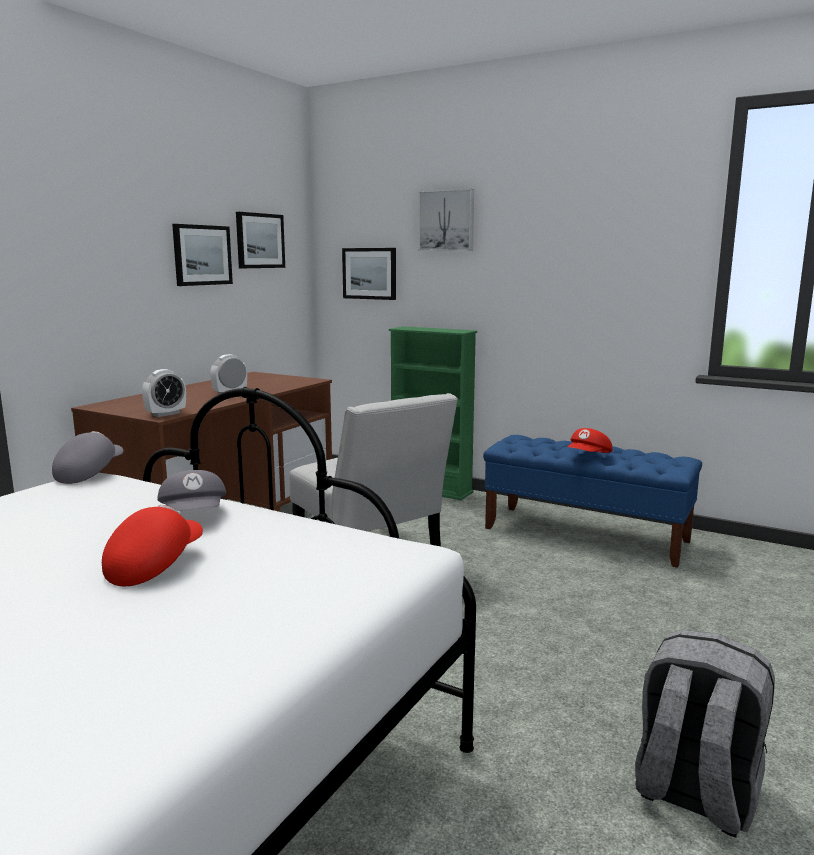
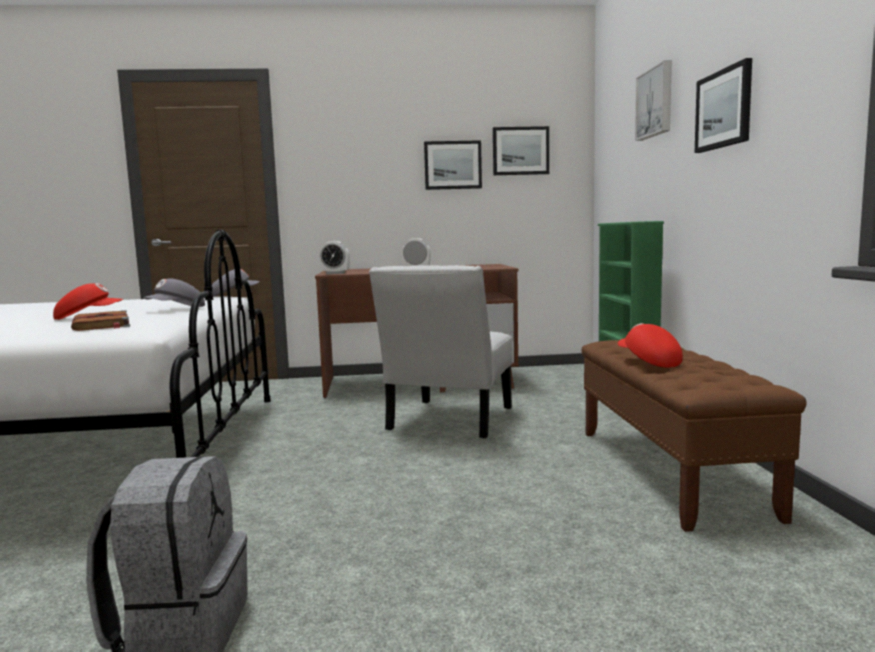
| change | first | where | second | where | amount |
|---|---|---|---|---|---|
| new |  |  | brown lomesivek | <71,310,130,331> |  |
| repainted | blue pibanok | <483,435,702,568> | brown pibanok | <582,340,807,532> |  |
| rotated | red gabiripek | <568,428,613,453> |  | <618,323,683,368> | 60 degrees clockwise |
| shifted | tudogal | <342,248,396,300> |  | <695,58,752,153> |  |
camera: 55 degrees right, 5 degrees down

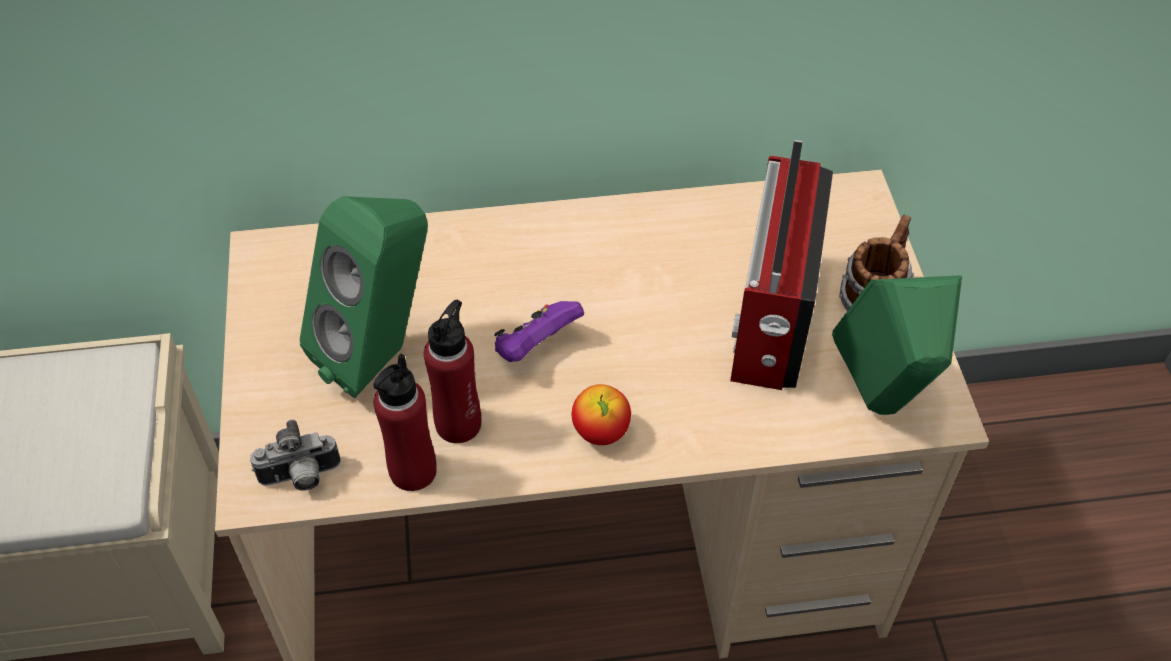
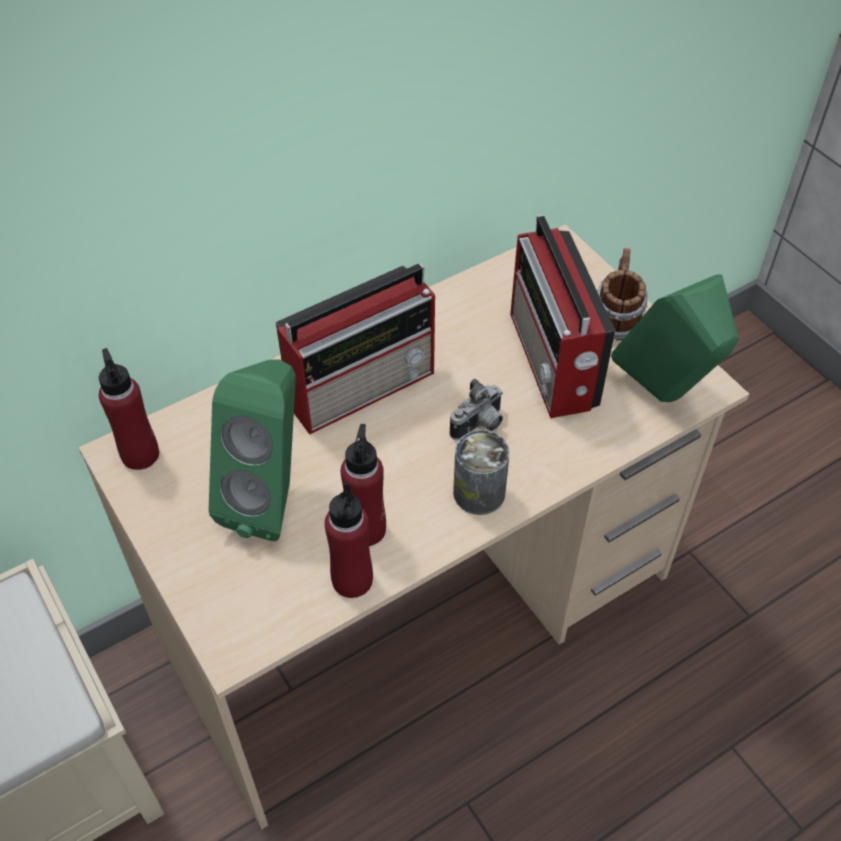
| change | first | where | second | where | amount |
|---|---|---|---|---|---|
| new |  |  | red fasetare | <99,348,159,470> |  |
| new |  |  | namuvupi | <276,263,435,435> |  |
| shifted | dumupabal | <250,420,341,491> |  | <450,379,503,440> |  |
| swapped | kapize | <572,384,631,445> | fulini | <453,430,510,515> |  |
| gone | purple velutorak | <494,301,584,362> |  |  |  |
camera: 25 degrees left, 0 degrees up

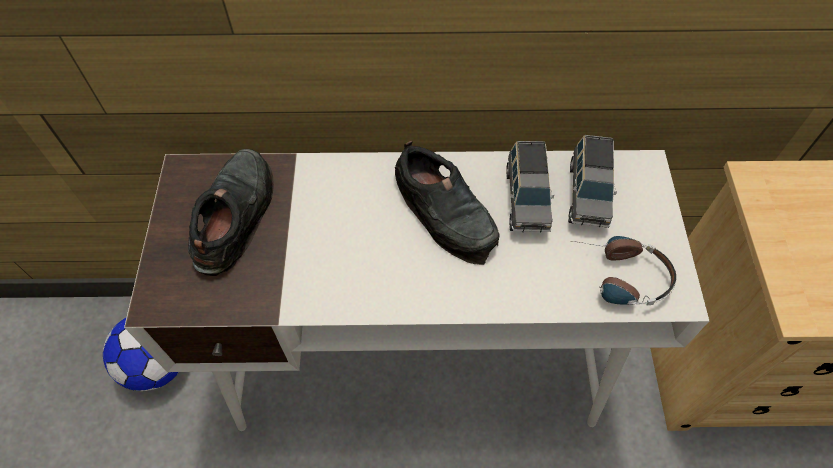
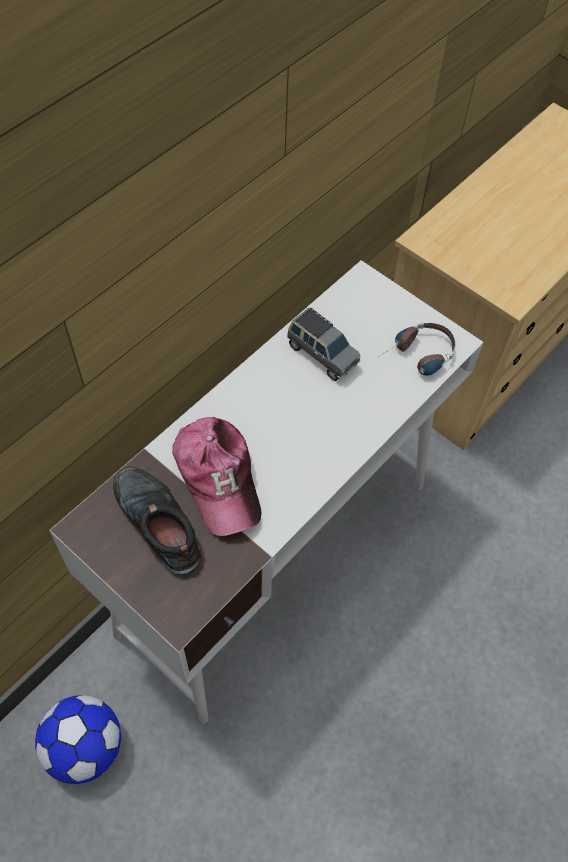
| change | first | where | second | where | amount |
|---|---|---|---|---|---|
| new |  |  | gabiripek | <172,417,262,536> |  |
| gone | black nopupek | <395,141,499,265> |  |  |  |
| gone | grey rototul | <568,135,617,228> |  |  |  |
camera: 50 degrees left, 0 degrees up

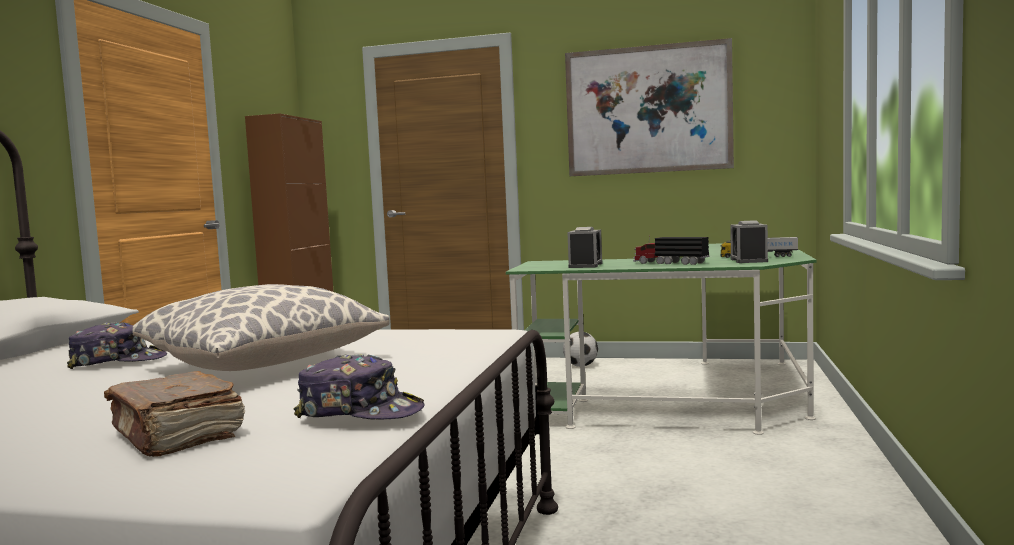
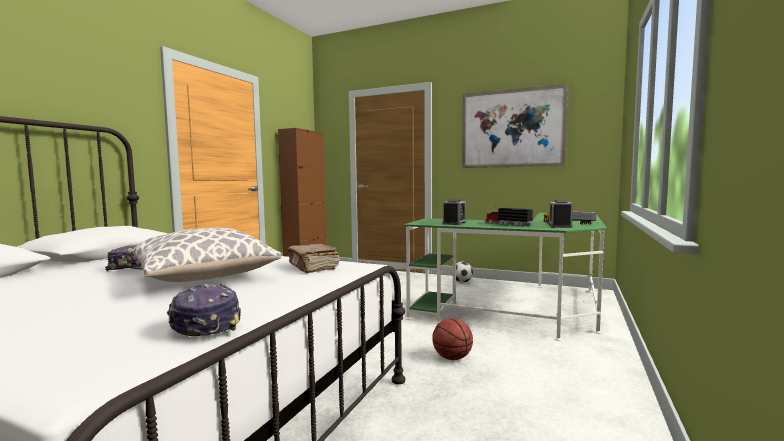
| change | first | where | second | where | amount |
|---|---|---|---|---|---|
| rotated | gabiripek | <294,354,424,420> |  | <167,284,241,336> | 150 degrees counterclockwise |
| shifted | brown lomesivek | <104,371,245,457> |  | <287,244,340,273> |  |
| new |  |  | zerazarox | <432,318,473,360> |  |
camera: 10 degrees right, 0 degrees up

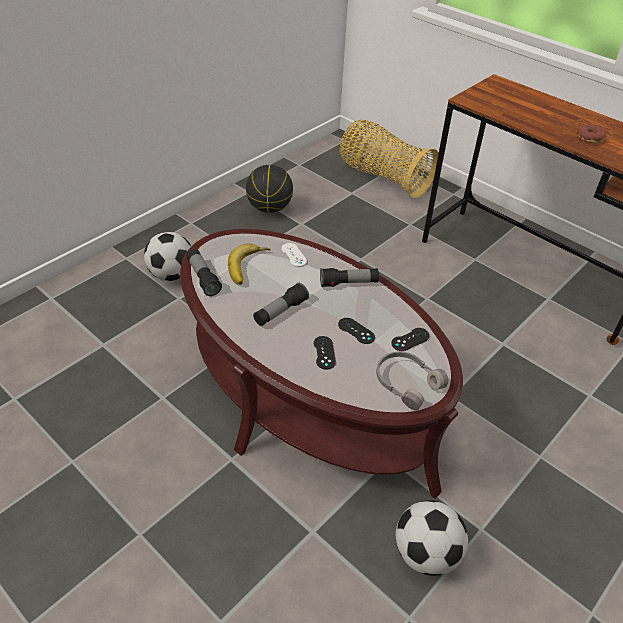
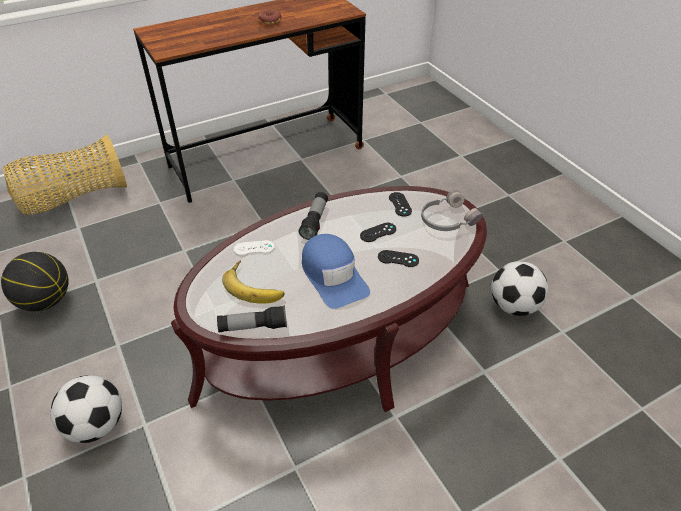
| change | first | where | second | where | amount |
|---|---|---|---|---|---|
| swapped | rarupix | <253,283,309,326> | blue gabiripek | <302,234,370,309> |  |
camera: 70 degrees left, 0 degrees up

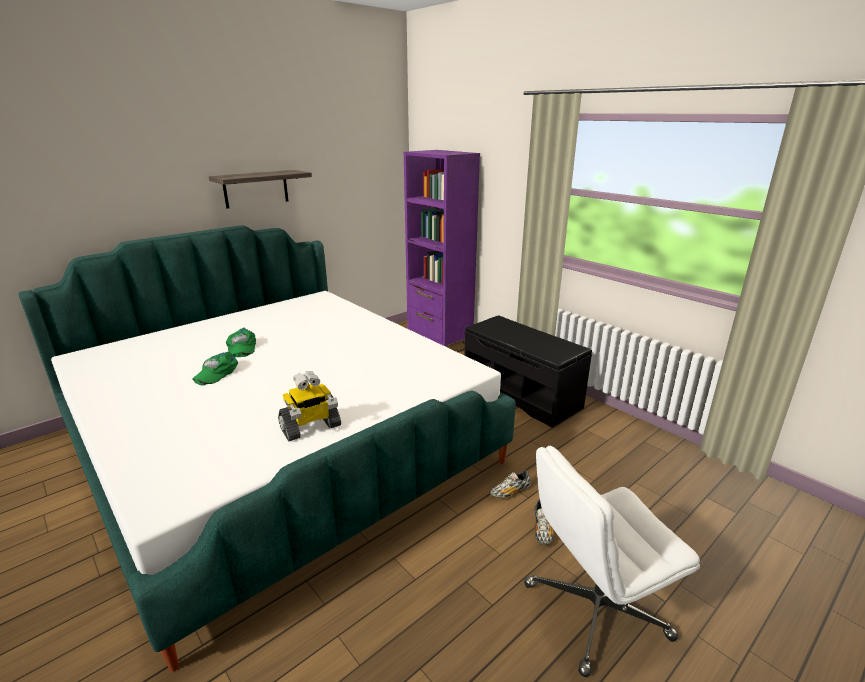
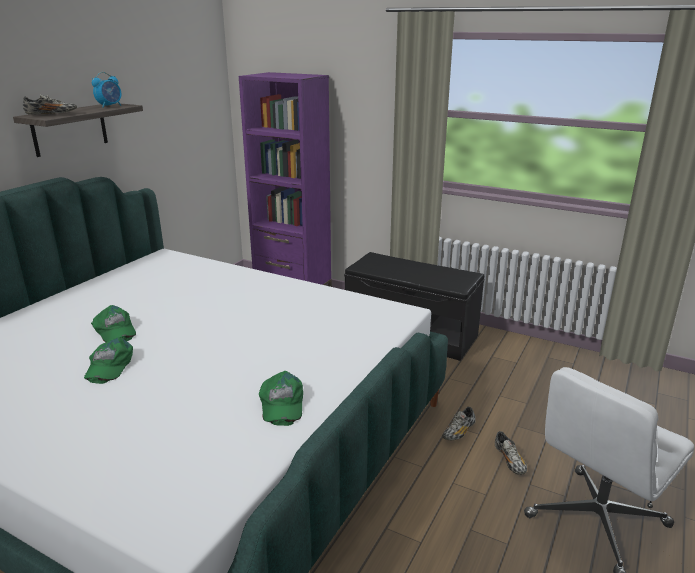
| change | first | where | second | where | amount |
|---|---|---|---|---|---|
| new |  |  | nopupek | <23,94,77,115> |  |
| new |  |  | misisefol | <92,72,121,108> |  |
| swapped | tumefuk | <278,371,341,441> | green gabiripek | <259,371,303,426> |  |
camera: 20 degrees left, 0 degrees up

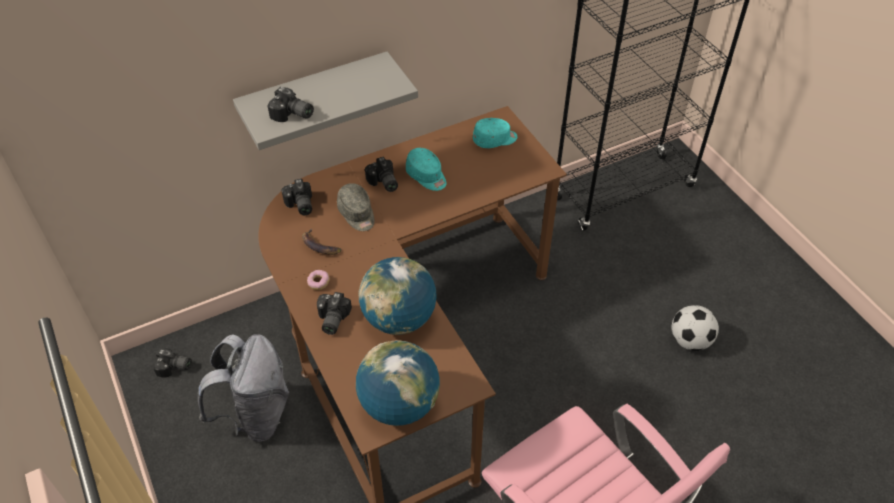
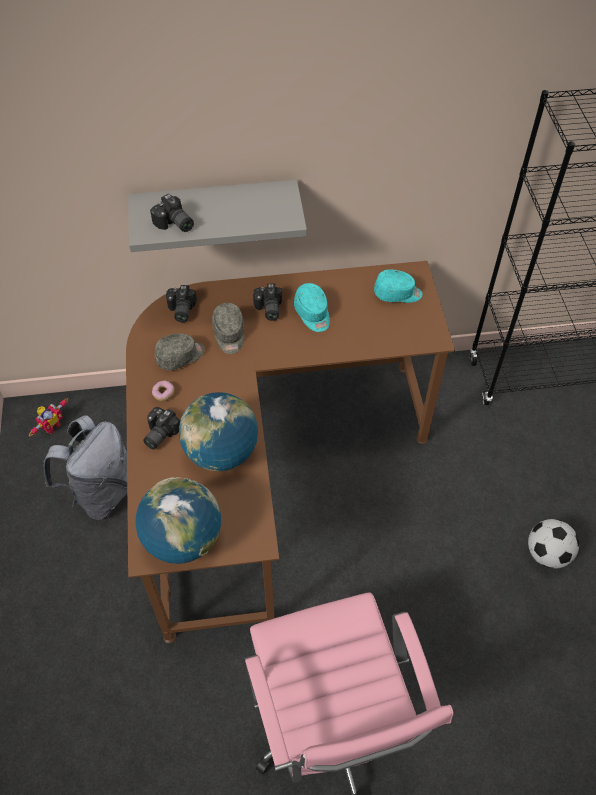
| change | first | where | second | where | amount |
|---|---|---|---|---|---|
| swapped | dumupabal | <153,347,192,378> | tumefuk | <29,398,68,436> |  |
| swapped | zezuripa | <302,228,342,255> | grey gabiripek | <155,333,205,370> |  |
camera: 20 degrees right, 5 degrees up

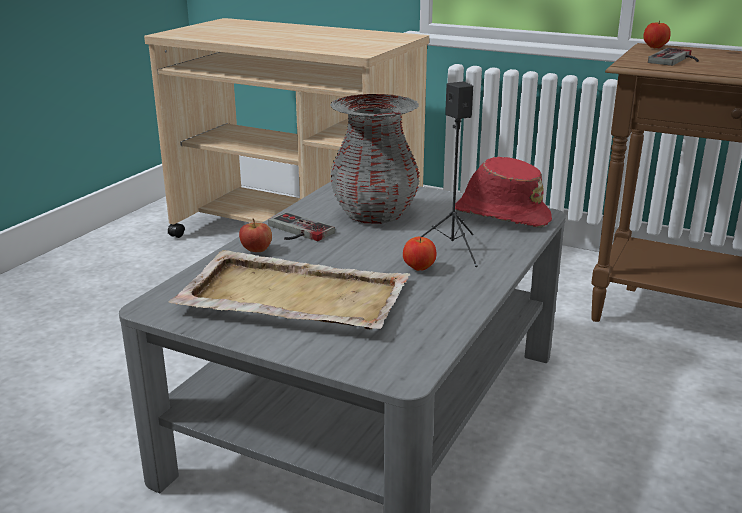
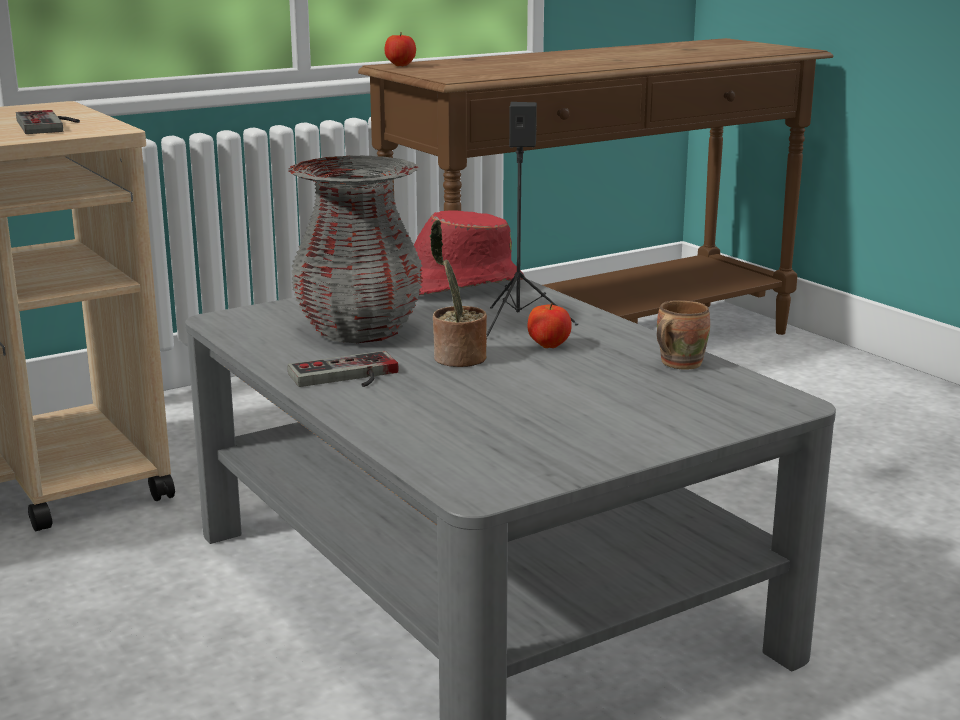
| change | first | where | second | where | amount |
|---|---|---|---|---|---|
| shifted | velutorak | <648,48,699,66> |  | <16,110,80,134> |  |
| new |  |  | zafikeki | <430,220,487,367> |  |
| new |  |  | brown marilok | <657,300,710,370> |  |
| gone | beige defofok | <168,250,410,329> |  |  |  |
| gone | kapize | <239,219,272,252> |  |  |  |
camera: 60 degrees left, 5 degrees down

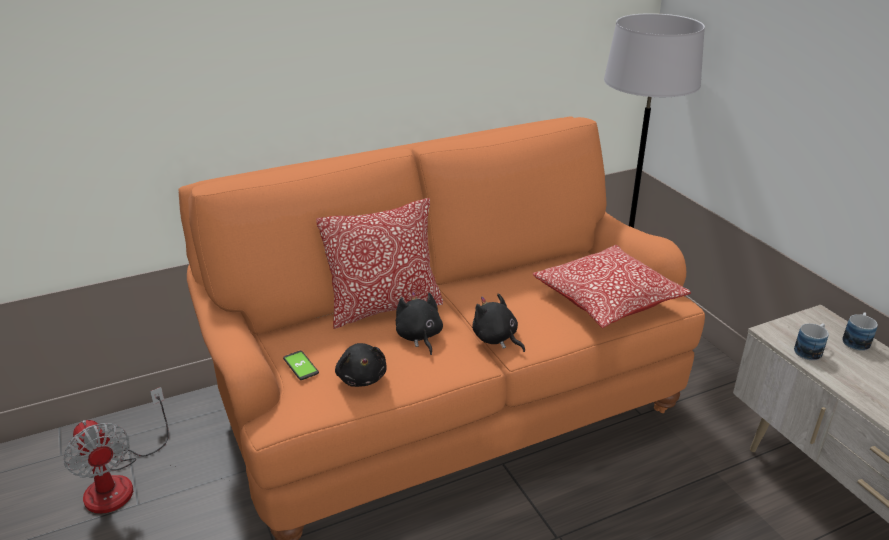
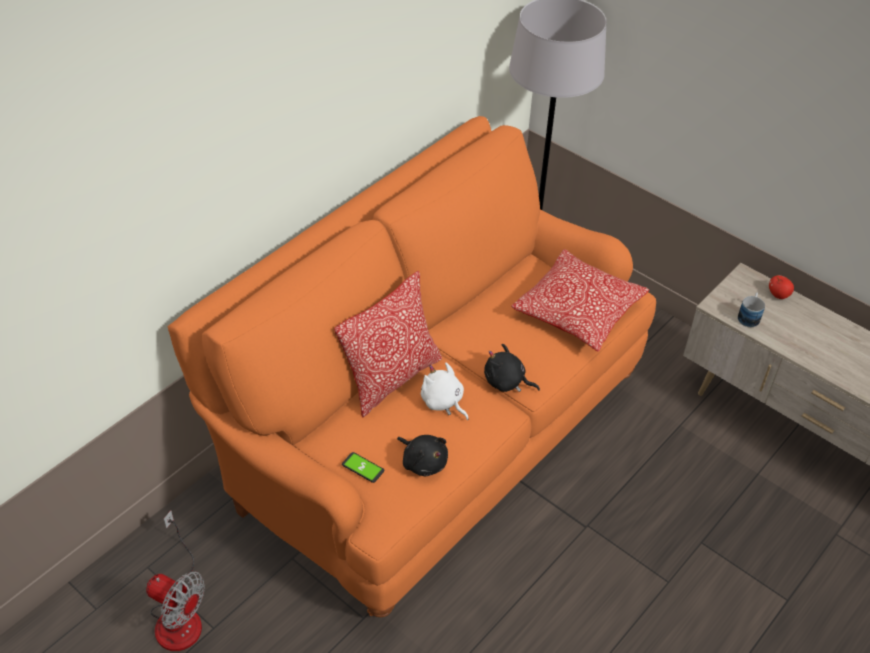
| change | first | where | second | where | amount |
|---|---|---|---|---|---|
| repainted | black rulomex | <396,292,443,355> | white rulomex | <421,362,468,420> |  |
| swapped | marilok | <842,312,878,351> | kapize | <769,275,794,299> |  |
camera: 25 degrees left, 15 degrees up

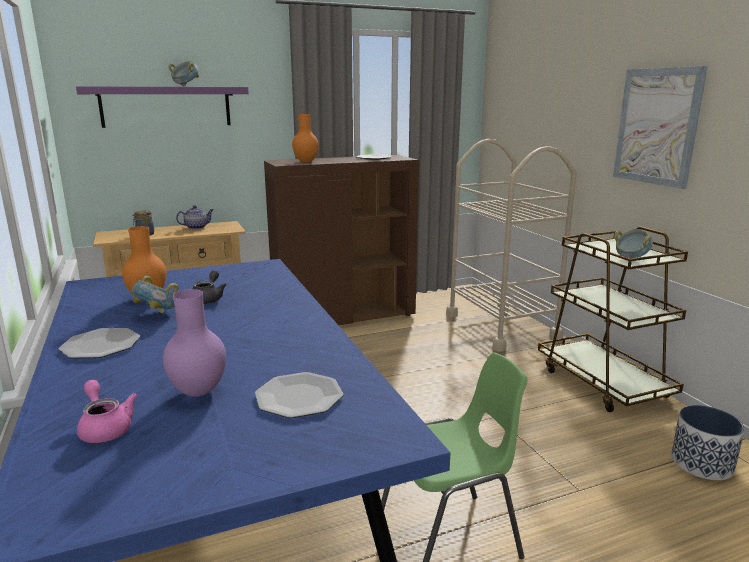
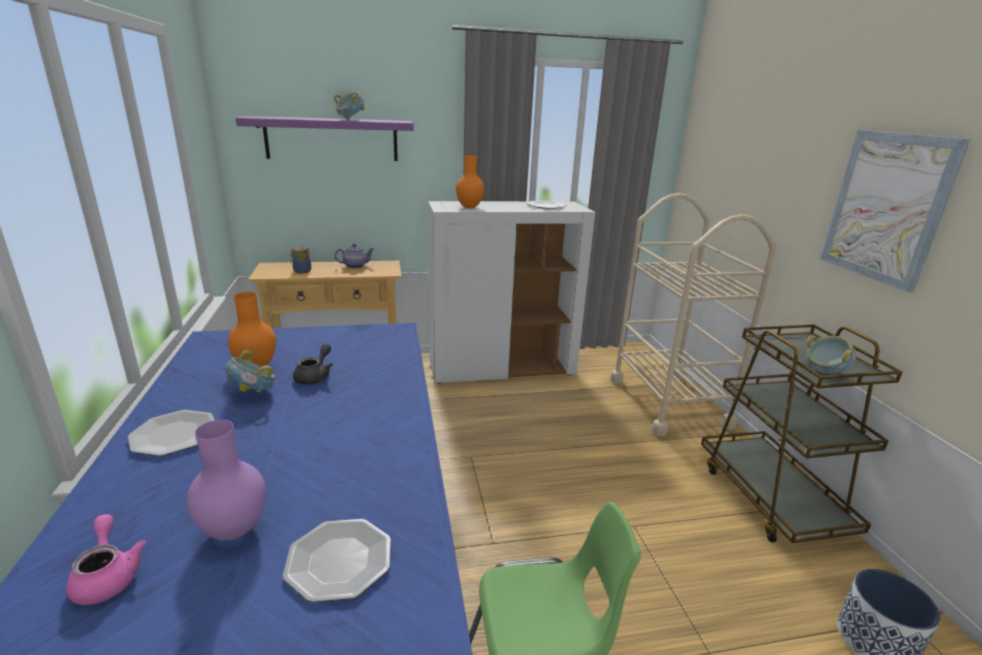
| change | first | where | second | where | amount |
|---|---|---|---|---|---|
| repainted | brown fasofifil | <264,155,419,325> | white fasofifil | <428,201,595,384> |  |
camera: 10 degrees right, 5 degrees up

